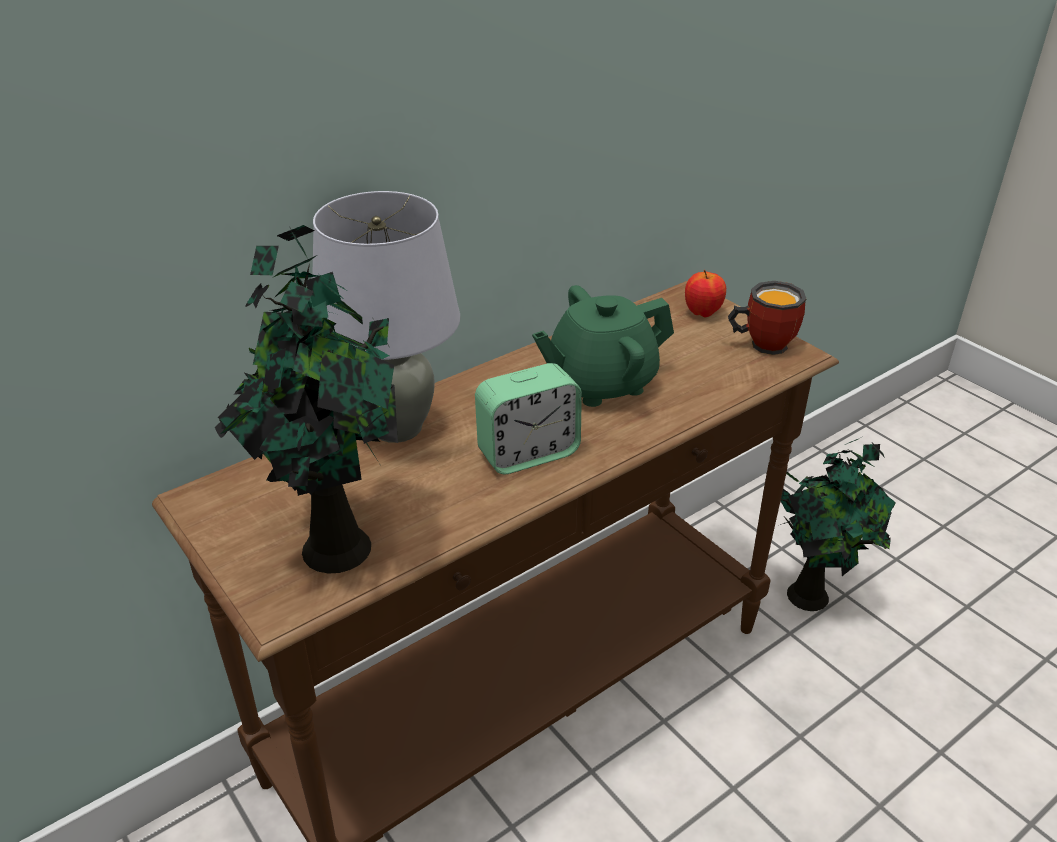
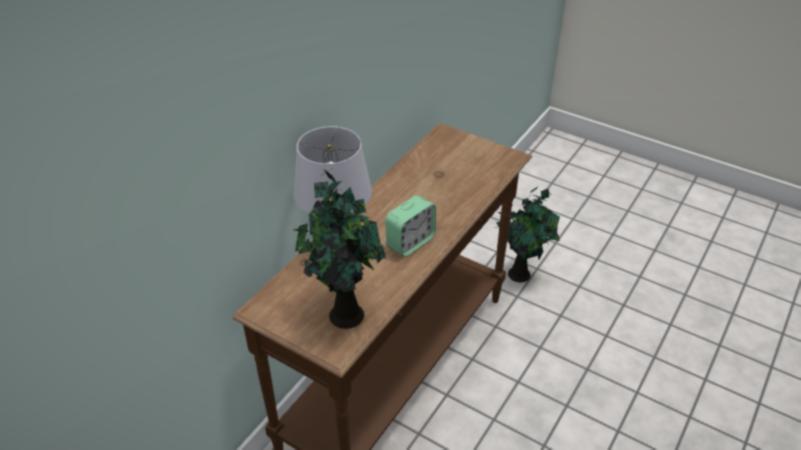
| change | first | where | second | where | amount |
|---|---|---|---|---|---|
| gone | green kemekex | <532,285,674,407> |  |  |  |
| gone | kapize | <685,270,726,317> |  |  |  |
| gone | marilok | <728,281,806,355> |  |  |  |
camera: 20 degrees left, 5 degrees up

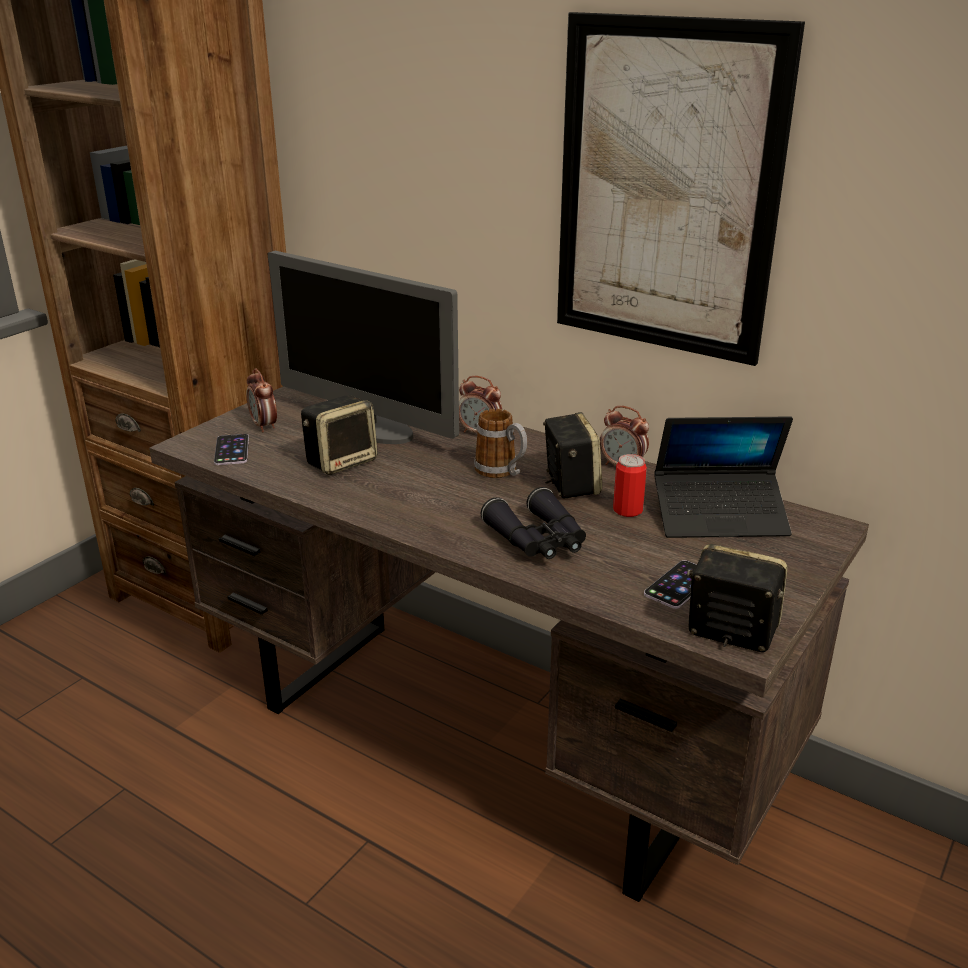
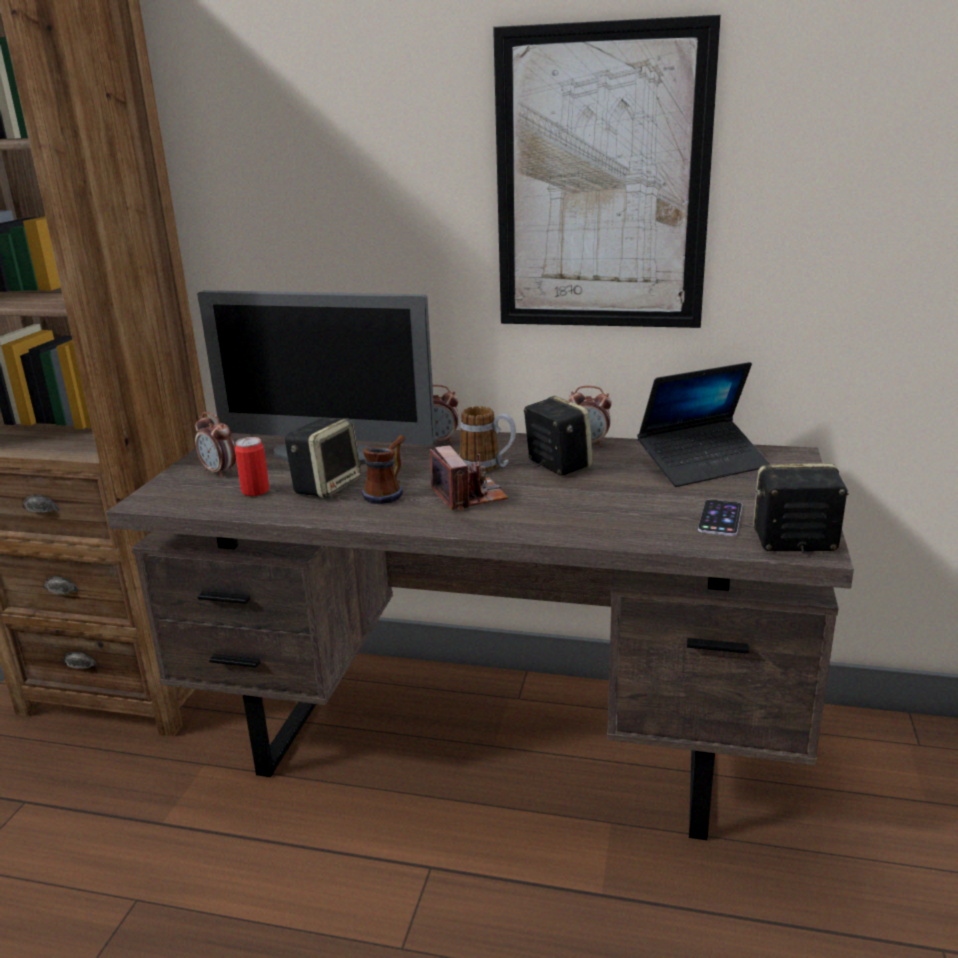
| change | first | where | second | where | amount |
|---|---|---|---|---|---|
| shifted | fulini | <613,454,647,517> |  | <235,437,270,496> |  |
| new |  |  | marilok | <362,435,405,504> |  |
| new |  |  | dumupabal | <430,445,508,510> |  |
| gone | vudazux | <214,434,249,465> |  |  |  |
| gone | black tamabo | <481,487,586,559> |  |  |  |
camera: 20 degrees left, 5 degrees down

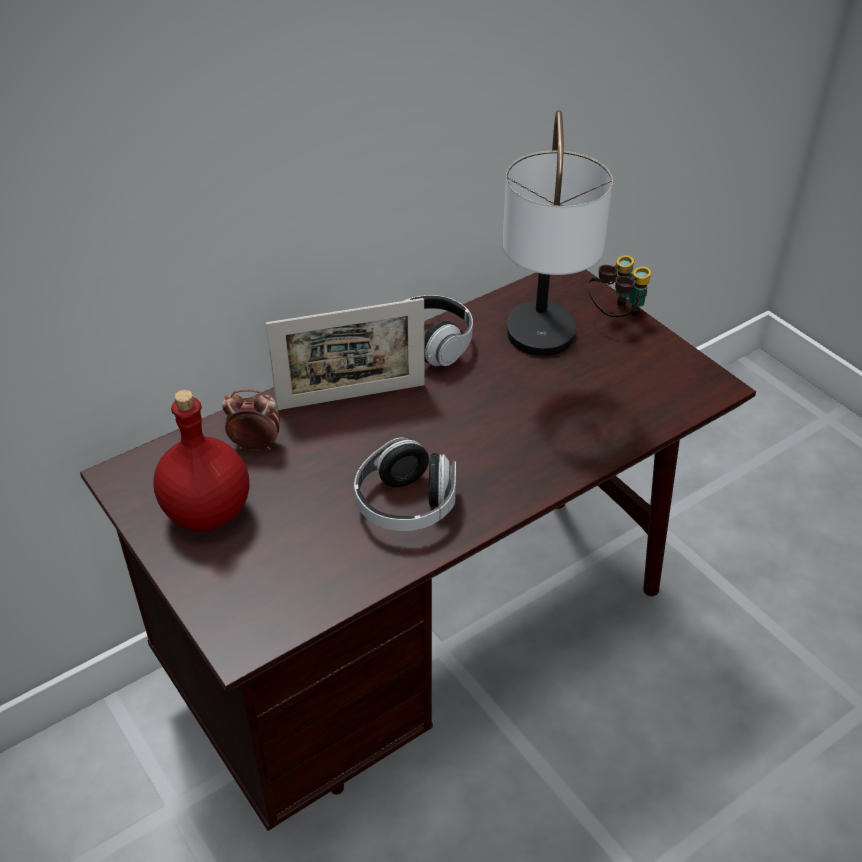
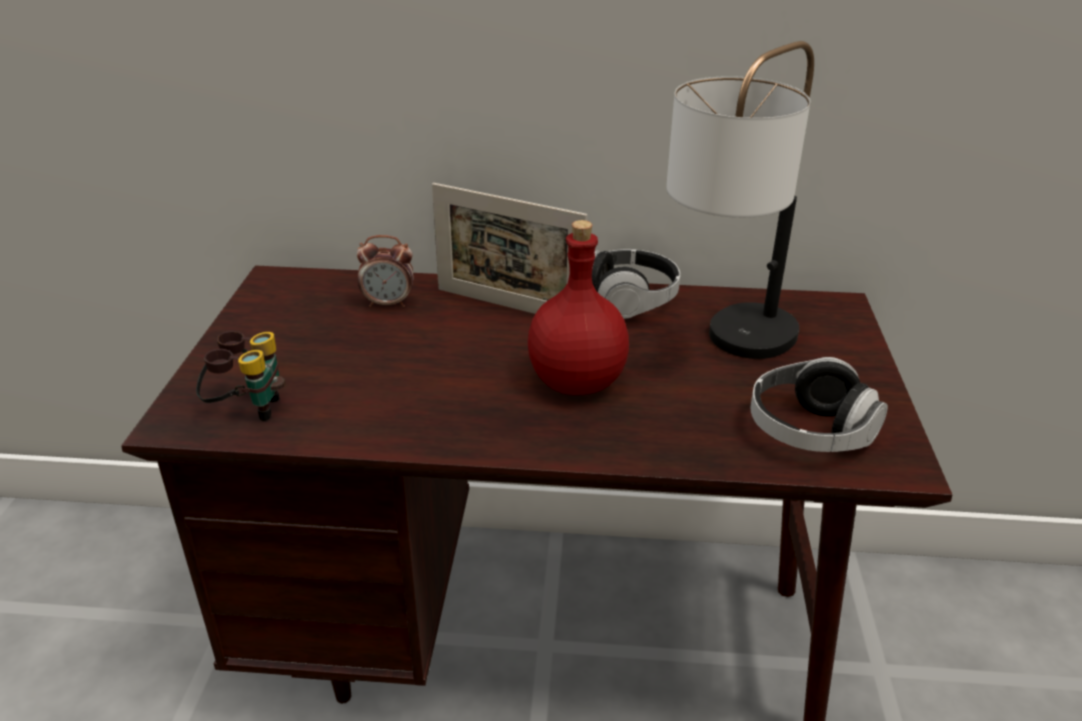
| change | first | where | second | where | amount |
|---|---|---|---|---|---|
| shifted | tamabo | <589,255,651,317> |  | <196,331,285,421> |  |
| rotated | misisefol | <222,389,280,450> |  | <357,235,413,307> | 135 degrees clockwise |
| shifted | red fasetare | <153,390,249,531> |  | <528,220,629,395> |  |
| shifted | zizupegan | <354,437,456,531> |  | <750,357,888,452> |  |
camera: 40 degrees right, 10 degrees down

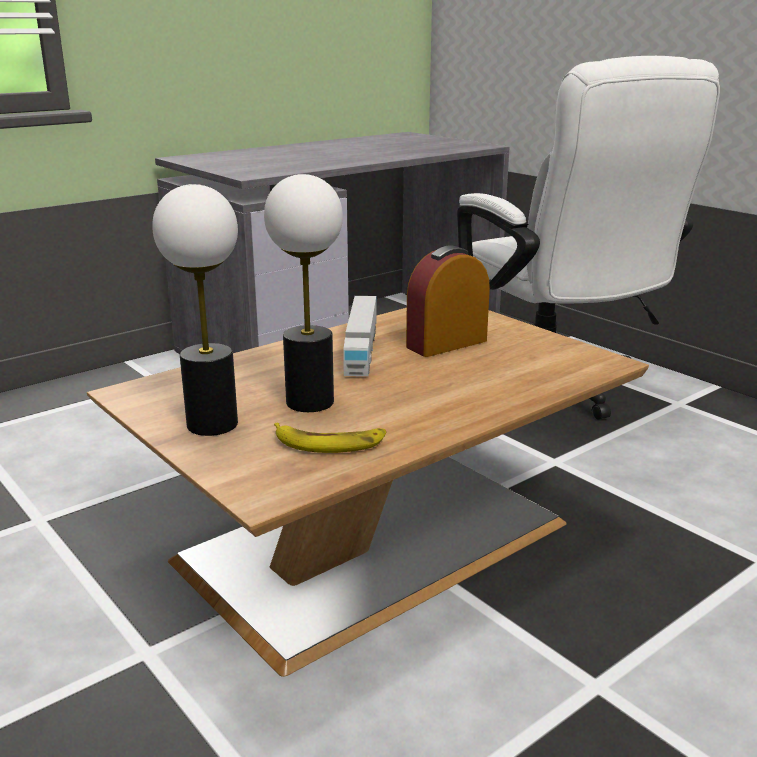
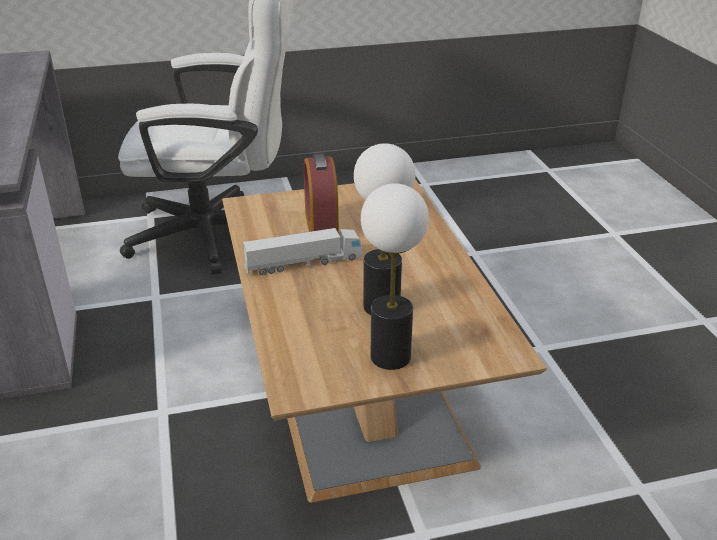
| change | first | where | second | where | amount |
|---|---|---|---|---|---|
| rotated | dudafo | <344,296,376,376> |  | <243,228,362,275> | 45 degrees counterclockwise |
| gone | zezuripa | <274,423,386,453> |  |  |  |
camera: 65 degrees left, 10 degrees up

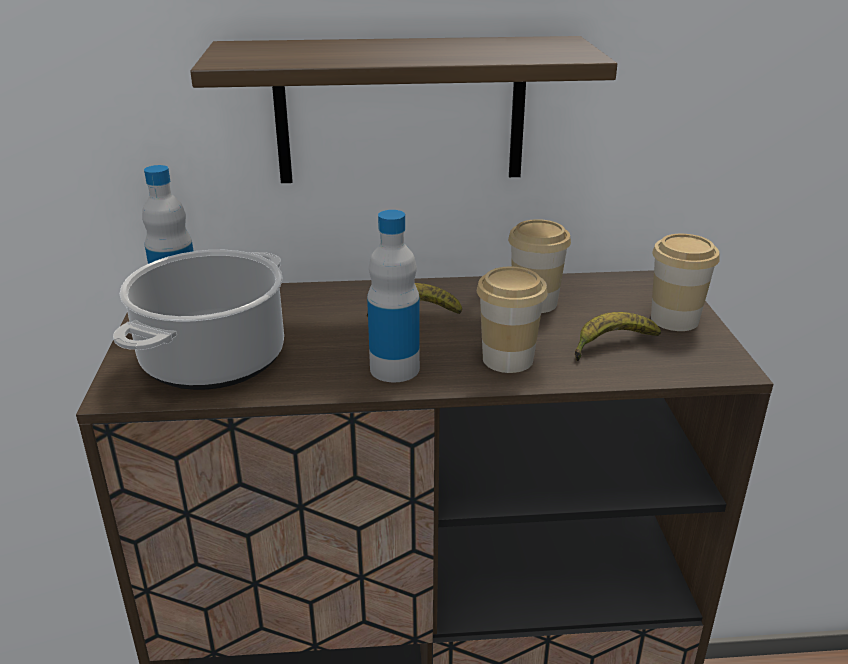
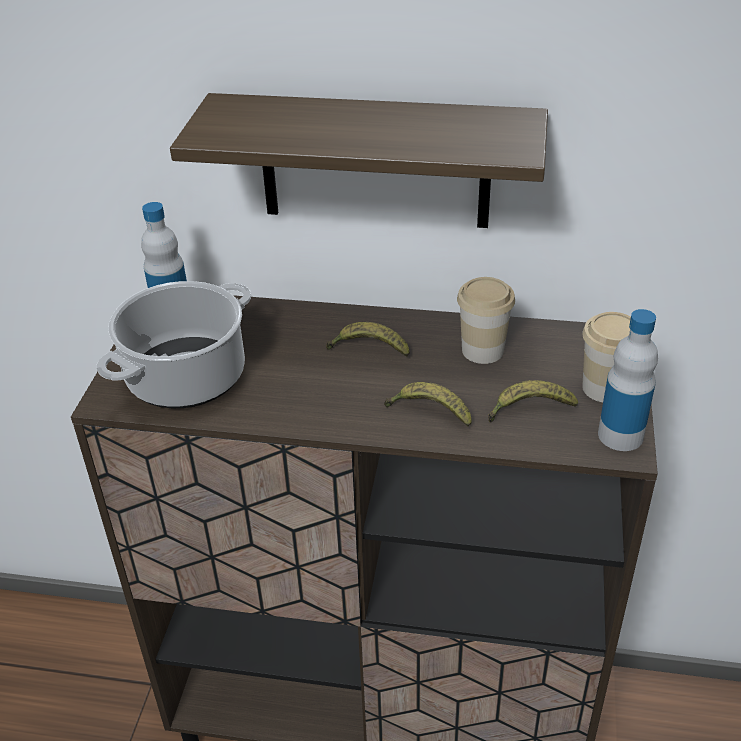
| change | first | where | second | where | amount |
|---|---|---|---|---|---|
| swapped | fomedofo | <477,267,548,373> | zezuripa | <384,382,472,427> |  |
| shifted | fasetare | <367,210,420,383> |  | <598,309,658,451> |  |
camera: 15 degrees right, 10 degrees up

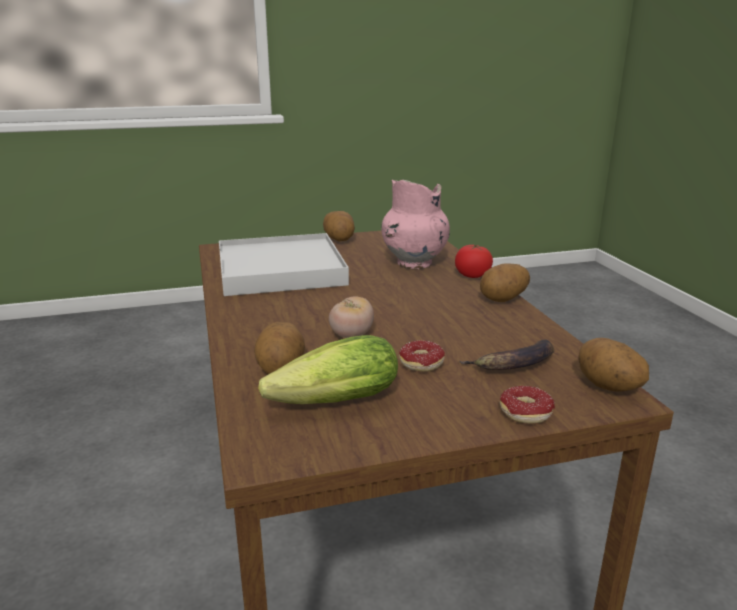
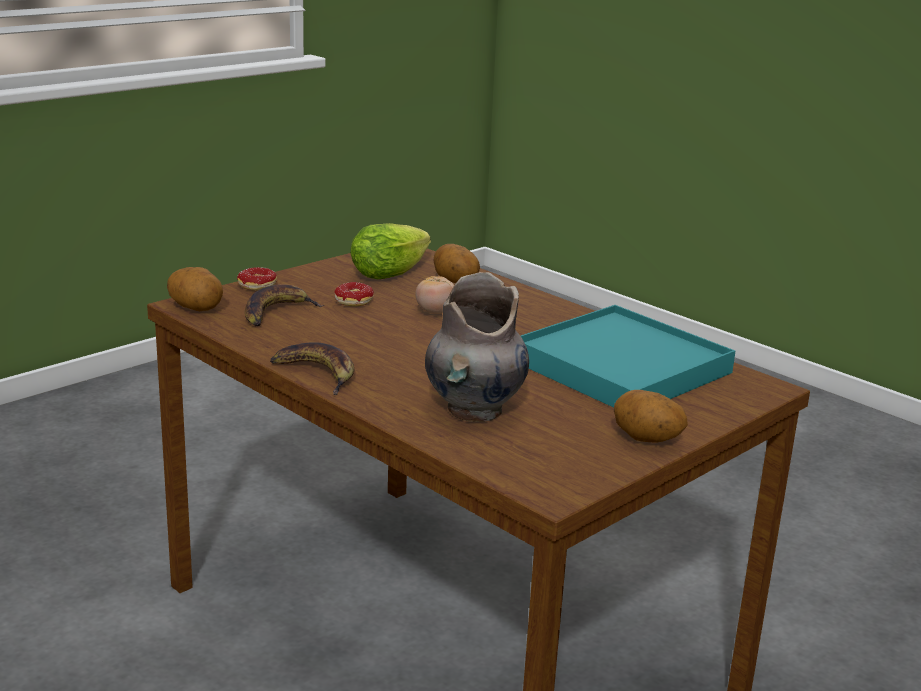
| change | first | where | second | where | amount |
|---|---|---|---|---|---|
| swapped | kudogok | <480,263,530,302> | zezuripa | <270,342,354,395> |  |
| repainted | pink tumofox | <381,180,450,269> | grey tumofox | <425,272,529,422> |  |
| repainted | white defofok | <219,233,349,296> | turquoise defofok | <521,305,735,408> |  |
| gone | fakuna | <455,244,493,278> |  |  |  |
camera: 150 degrees right, 0 degrees up

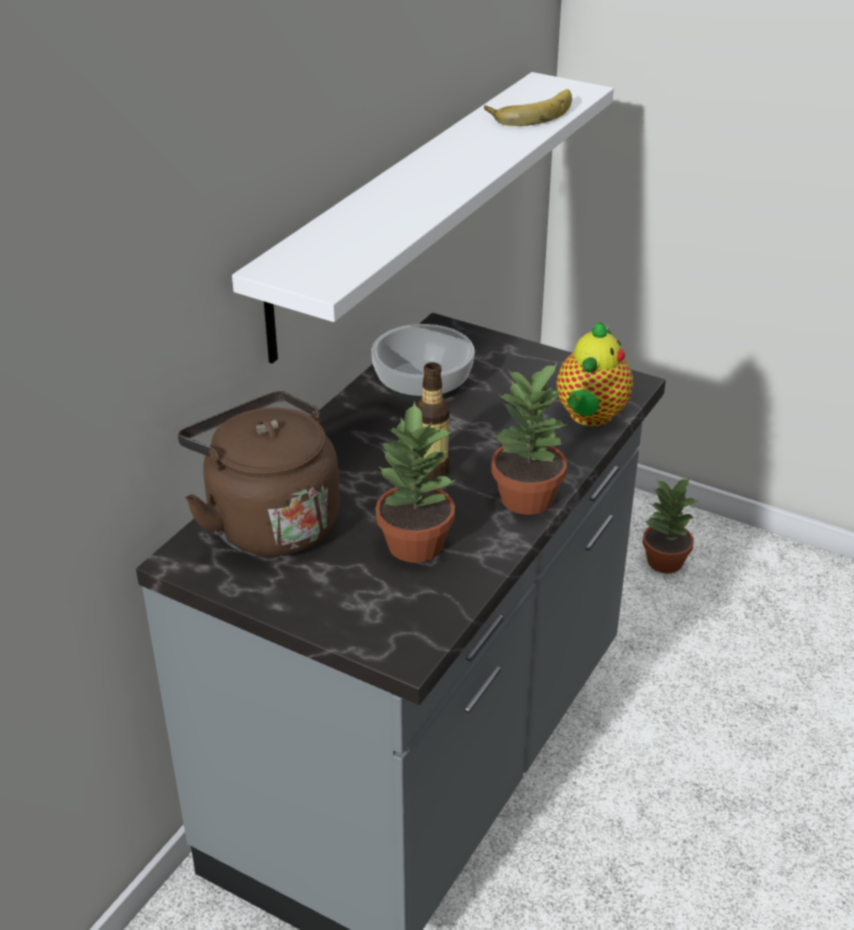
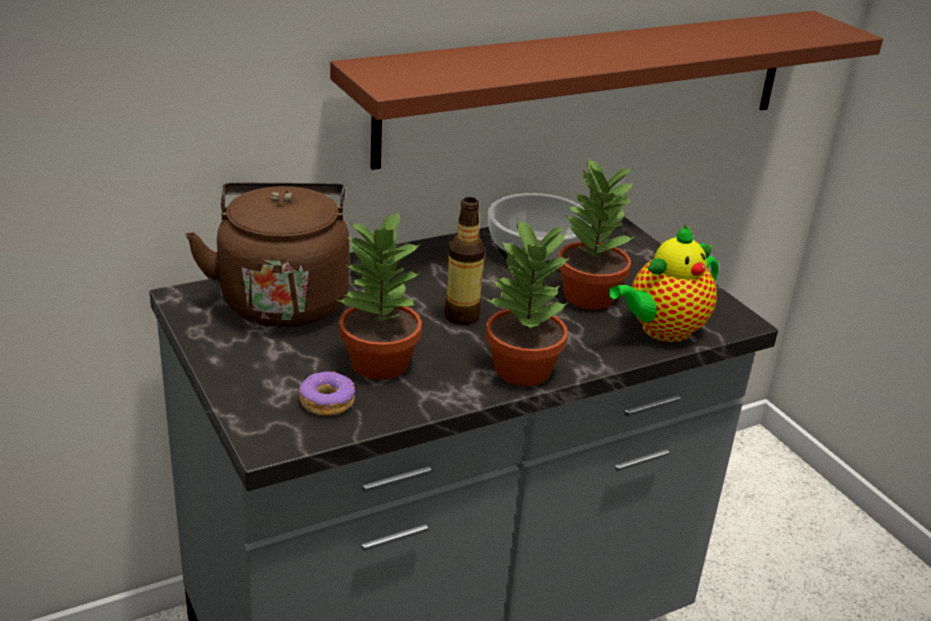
| change | first | where | second | where | amount |
|---|---|---|---|---|---|
| new |  |  | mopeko | <299,371,355,416> |  |
| repainted | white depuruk | <232,72,614,363> | brown depuruk | <330,11,883,170> |  |
| shifted | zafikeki | <642,478,699,573> |  | <559,157,635,309> |  |
| gone | zezuripa | <484,89,572,126> |  |  |  |
camera: 30 degrees right, 5 degrees down

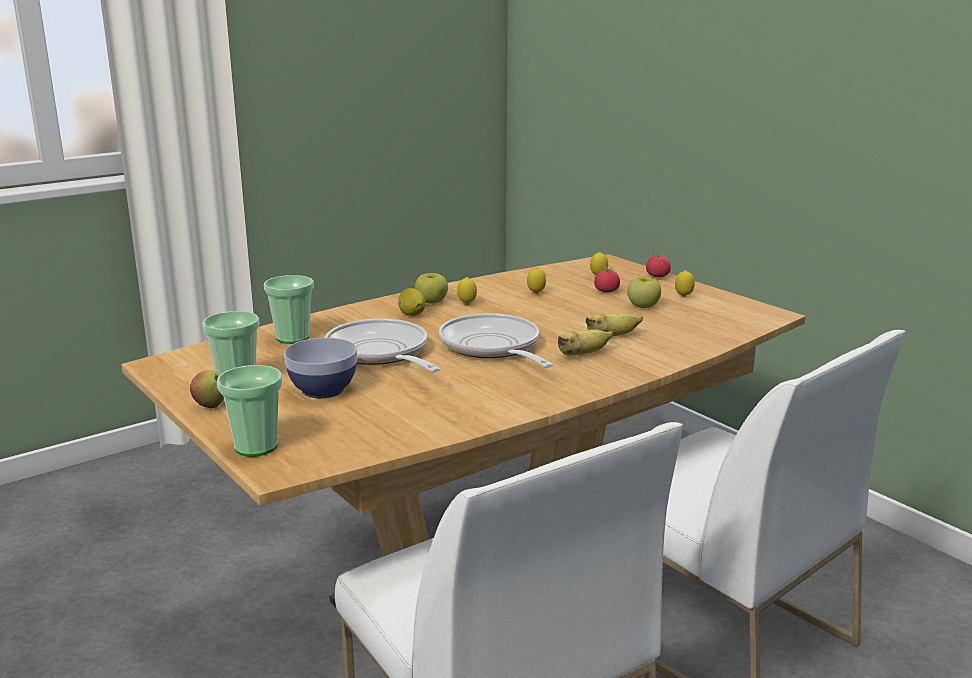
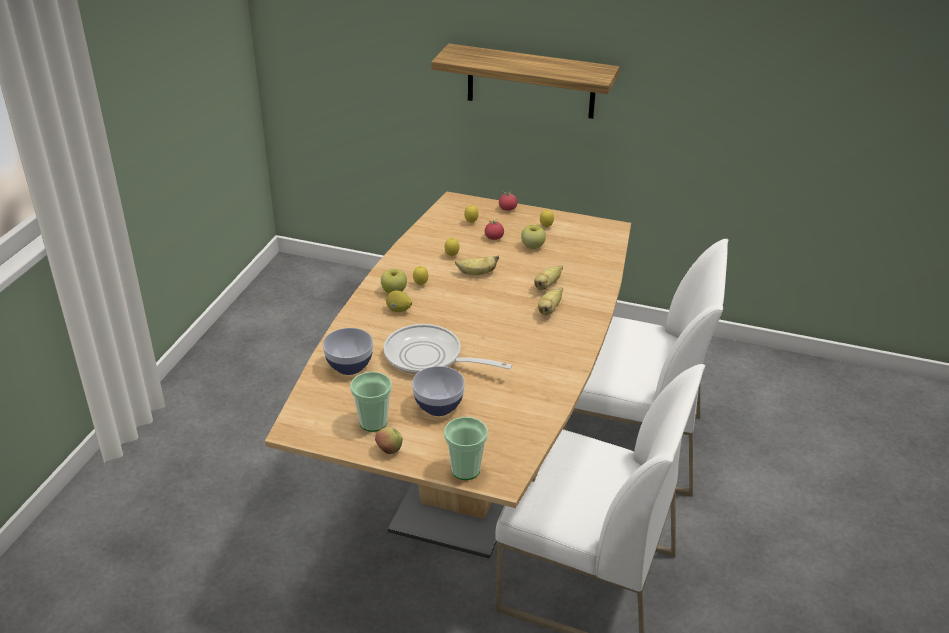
| change | first | where | second | where | amount |
|---|---|---|---|---|---|
| swapped | fomedofo | <264,275,314,344> | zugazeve | <323,328,373,375> |  |
| new |  |  | depuruk | <431,44,620,119> |  |
| new |  |  | zezuripa | <455,255,499,275> |  |
| gone | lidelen | <439,313,553,368> |  |  |  |
camera: 35 degrees left, 15 degrees up

